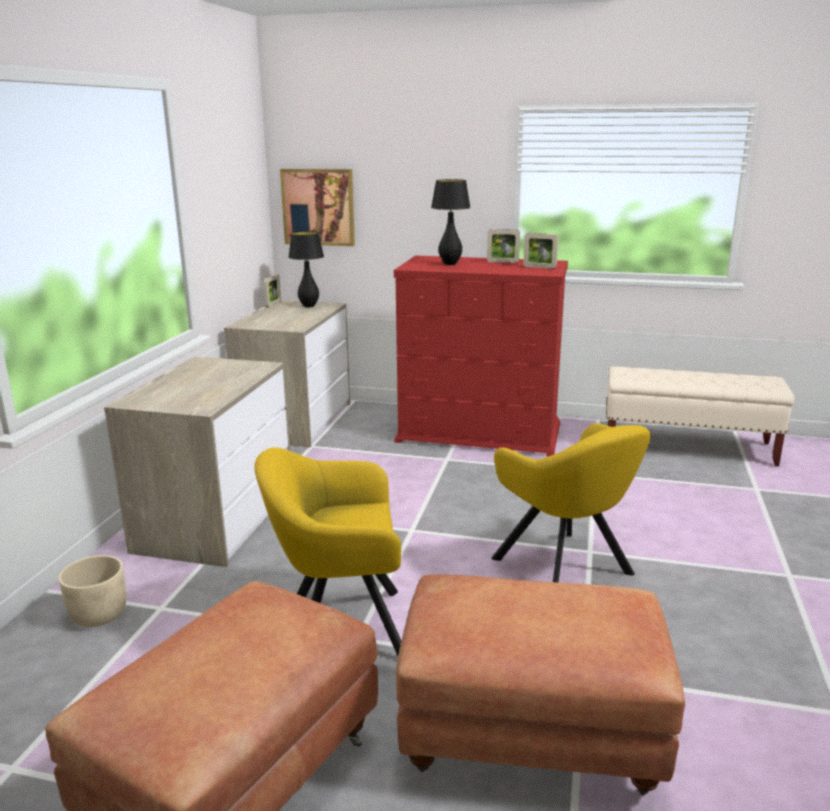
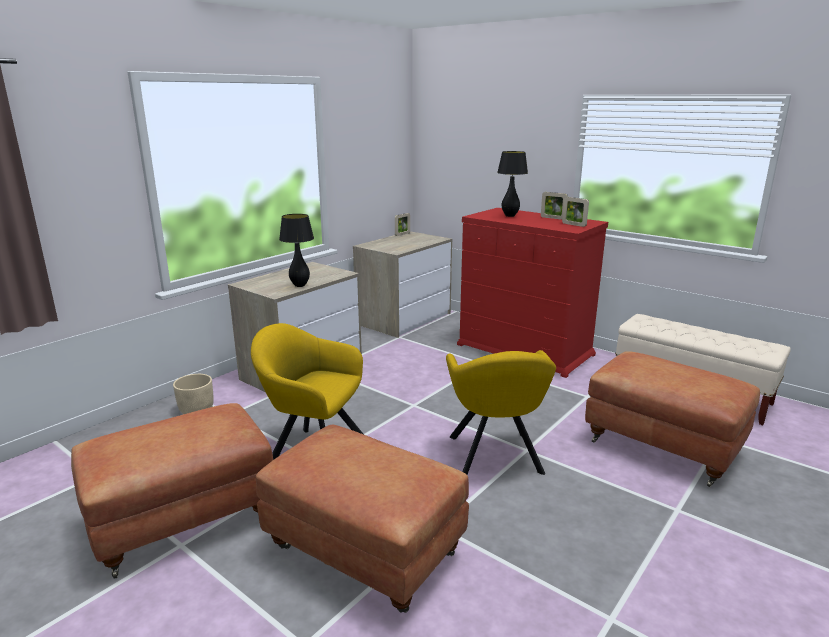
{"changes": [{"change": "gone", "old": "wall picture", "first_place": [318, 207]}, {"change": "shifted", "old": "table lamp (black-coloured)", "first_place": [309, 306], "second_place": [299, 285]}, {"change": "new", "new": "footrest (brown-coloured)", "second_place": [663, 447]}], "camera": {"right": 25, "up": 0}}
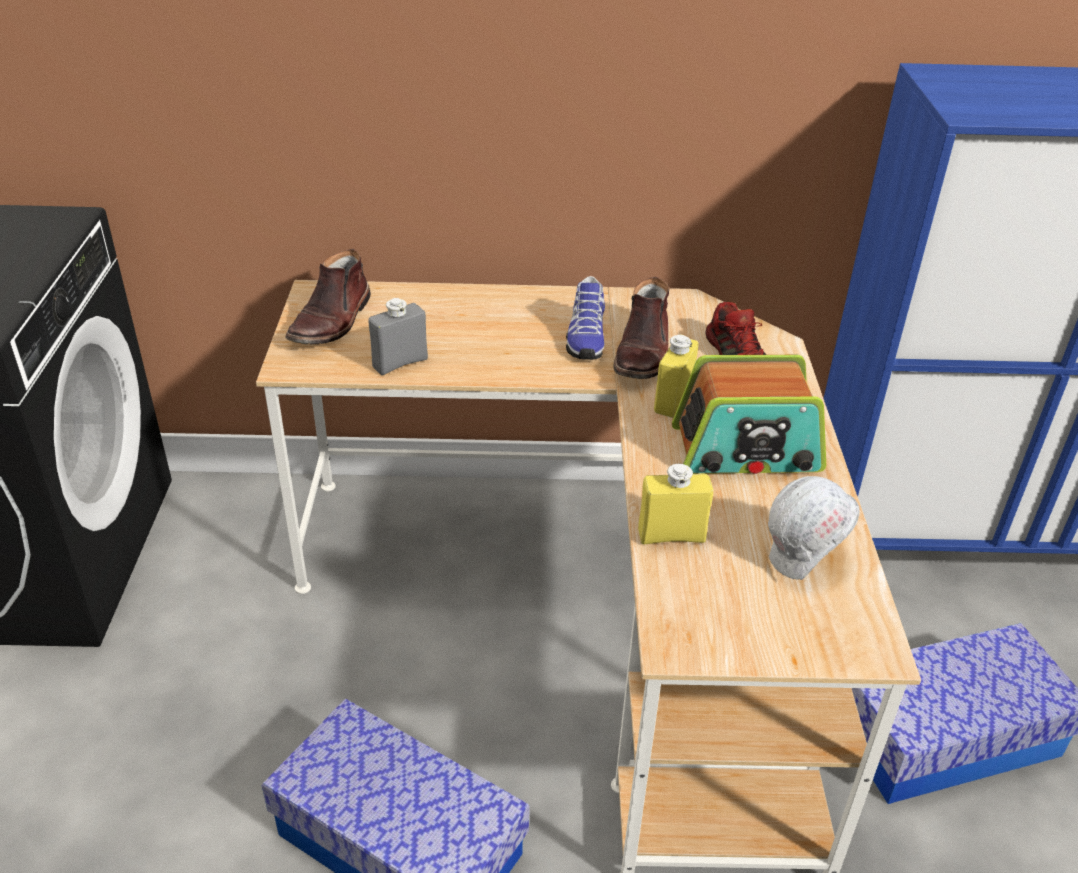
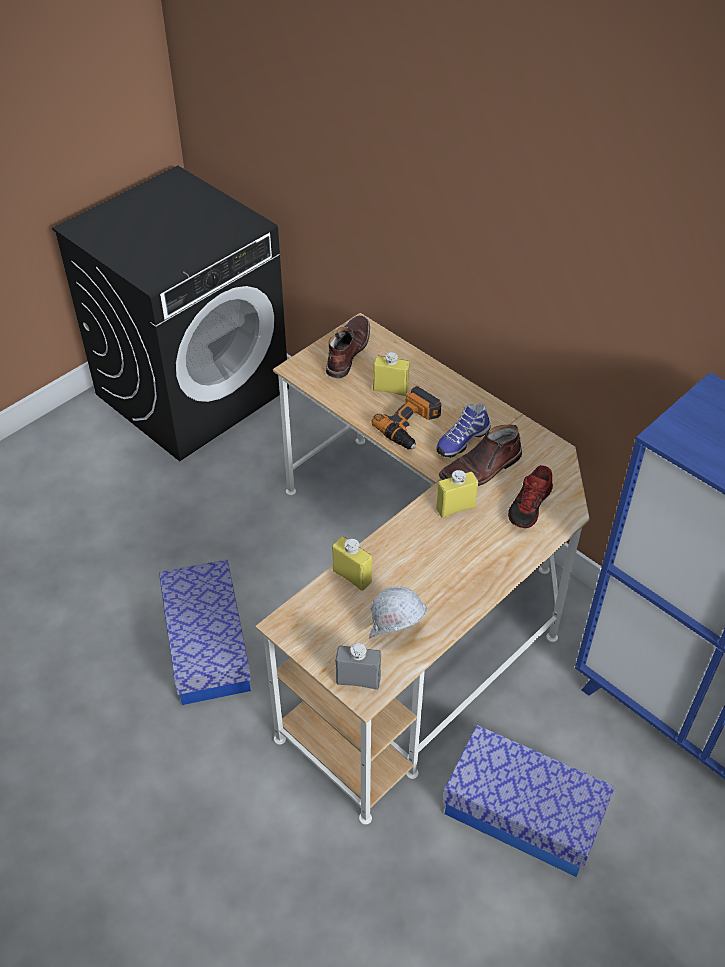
{"changes": [{"change": "rotated", "old": "high-top boot (brown-coloured)", "first_place": [332, 321], "second_place": [347, 352], "degrees": 135}, {"change": "shifted", "old": "bottle (greyish)", "first_place": [400, 363], "second_place": [358, 680]}, {"change": "gone", "old": "radio set", "first_place": [746, 450]}, {"change": "new", "new": "bottle (yellow)", "second_place": [390, 389]}, {"change": "new", "new": "power drill", "second_place": [411, 426]}], "camera": {"right": 45, "up": 10}}
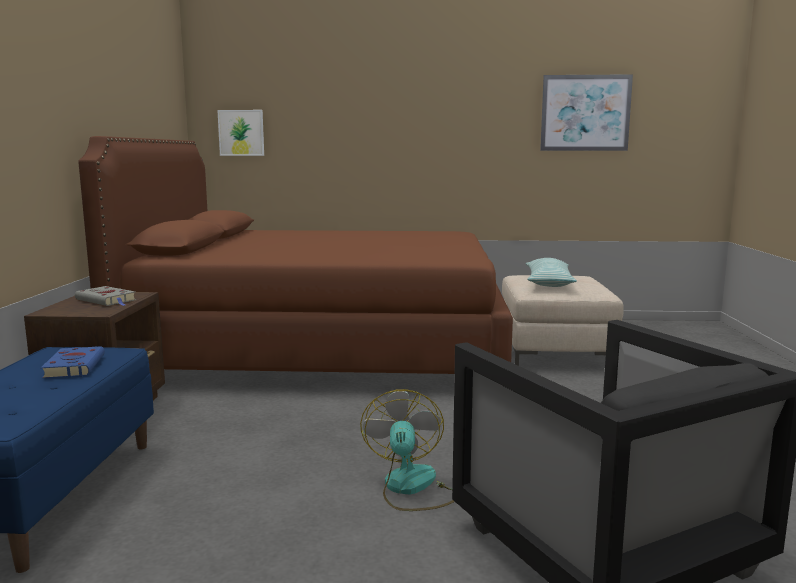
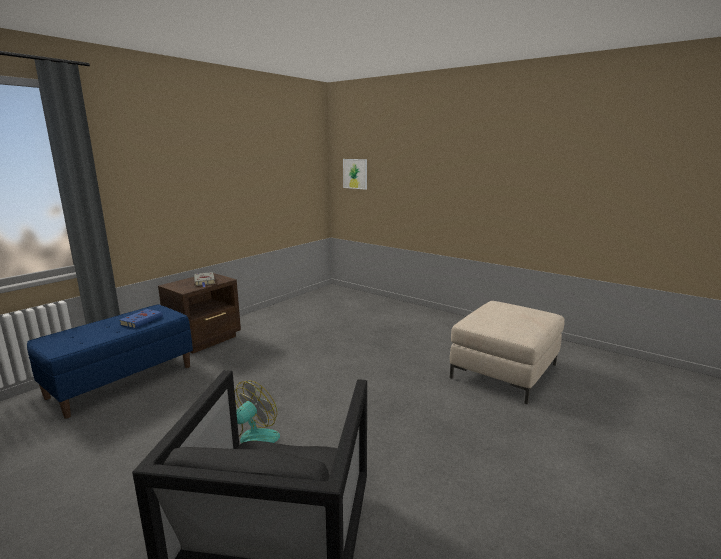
{"changes": [{"change": "gone", "old": "wall picture", "first_place": [585, 113]}, {"change": "gone", "old": "bed (brown-coloured)", "first_place": [324, 350]}, {"change": "gone", "old": "cushion", "first_place": [548, 282]}], "camera": {"right": 35, "up": 5}}
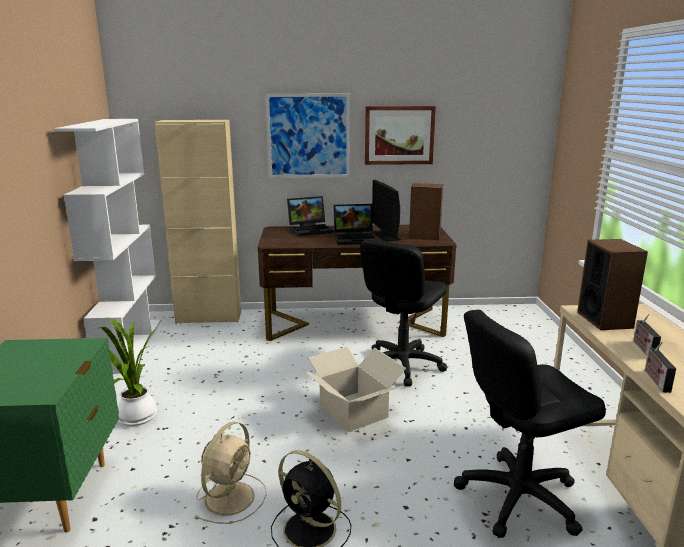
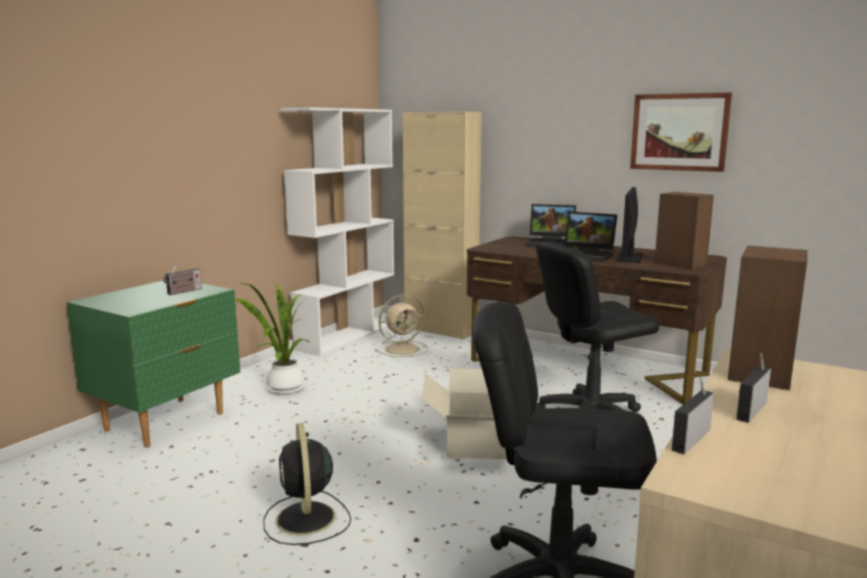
{"changes": [{"change": "gone", "old": "wall picture", "first_place": [308, 136]}, {"change": "shifted", "old": "electric fan (beige-coloured)", "first_place": [231, 496], "second_place": [403, 349]}, {"change": "new", "new": "radio set", "second_place": [183, 292]}], "camera": {"right": 35, "up": -5}}
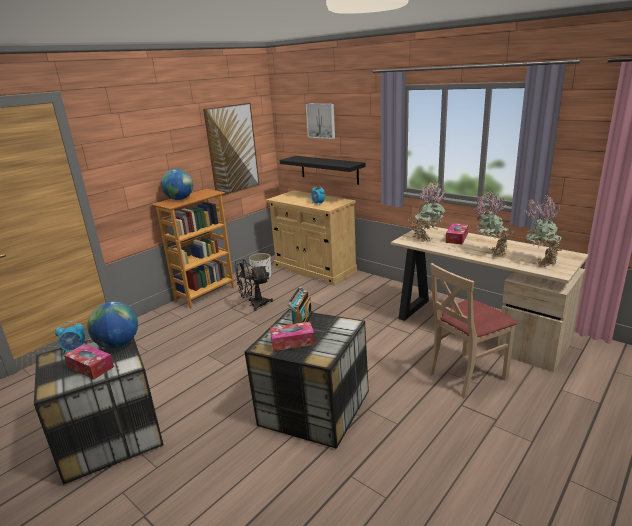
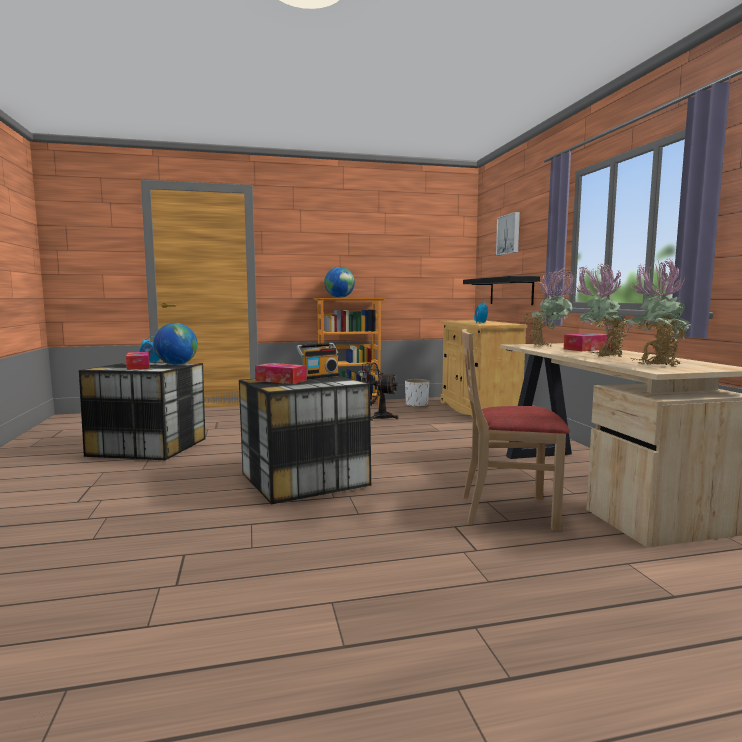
{"changes": [{"change": "gone", "old": "wall picture", "first_place": [232, 149]}], "camera": {"right": 35, "up": -15}}
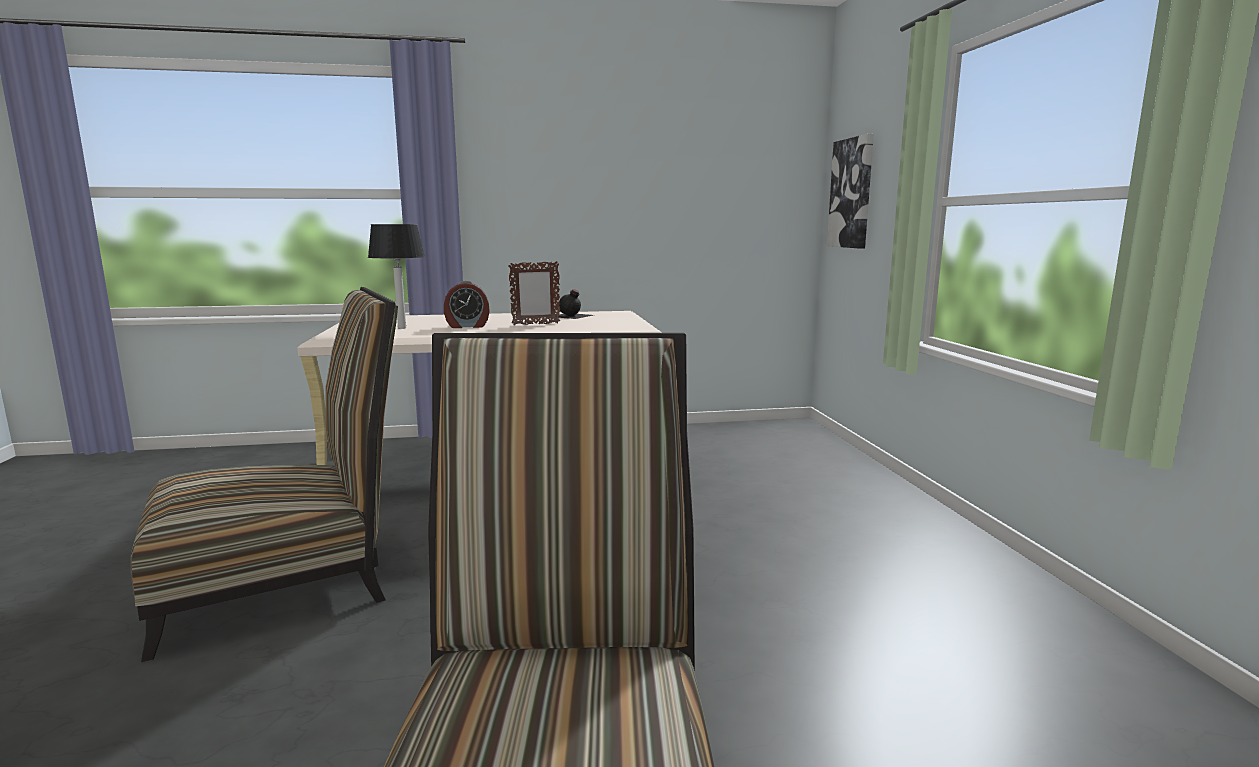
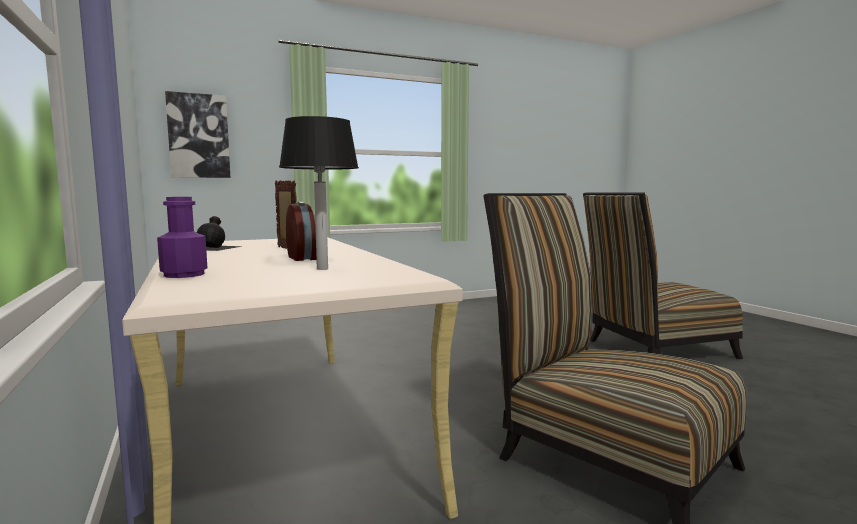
{"changes": [{"change": "new", "new": "bottle (purple-coloured)", "second_place": [184, 275]}], "camera": {"right": -105, "up": -5}}
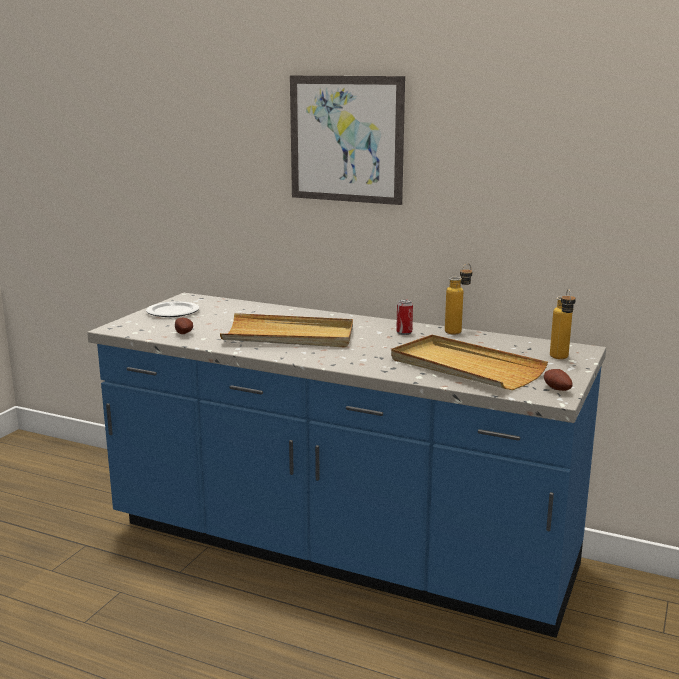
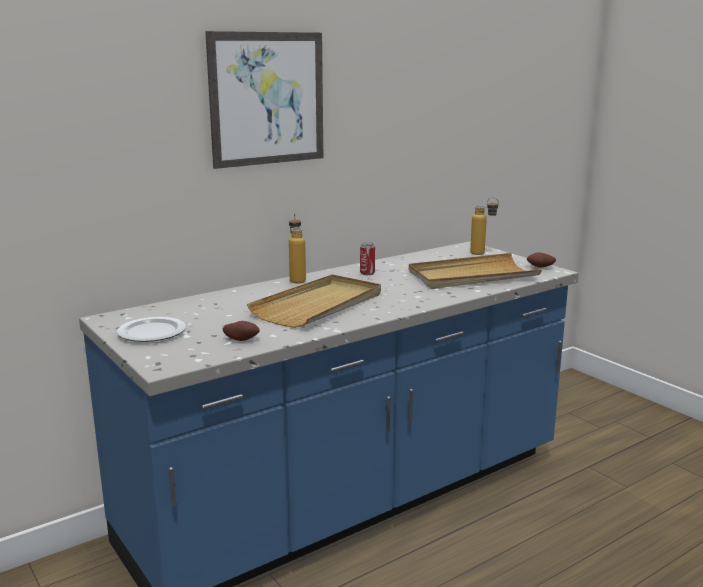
{"changes": [{"change": "shifted", "old": "bottle", "first_place": [457, 331], "second_place": [297, 279]}], "camera": {"right": -60, "up": 0}}
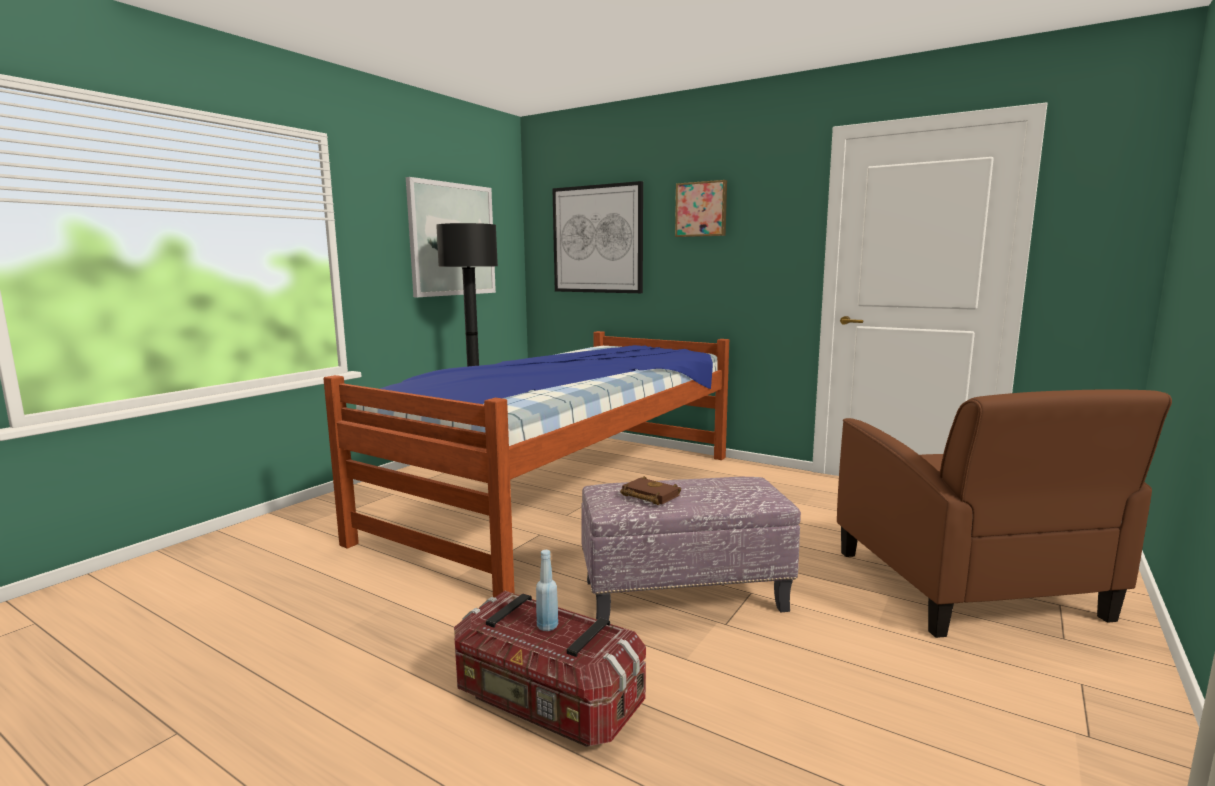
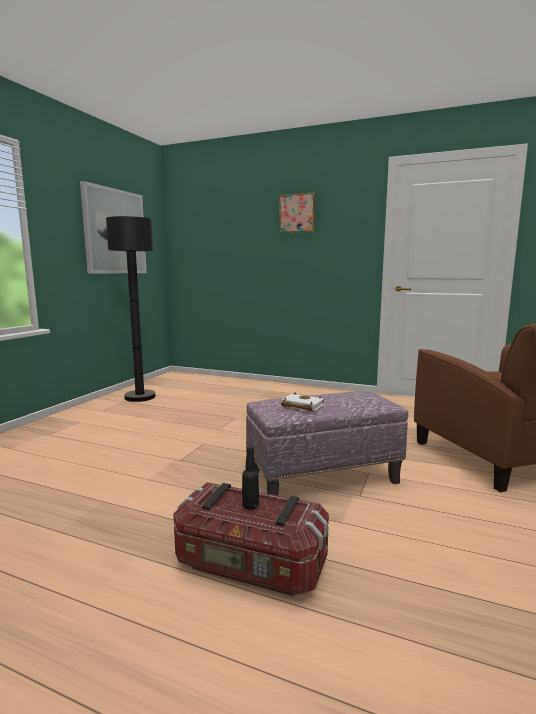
{"changes": [{"change": "gone", "old": "wall picture", "first_place": [597, 239]}, {"change": "gone", "old": "bed", "first_place": [564, 493]}, {"change": "repainted", "old": "bound book (brown-coloured)", "new": "bound book (whitish)", "first_place": [648, 496], "second_place": [301, 406]}, {"change": "repainted", "old": "bottle (bluish)", "new": "bottle (black-coloured)", "first_place": [547, 626], "second_place": [250, 506]}], "camera": {"right": -10, "up": 0}}
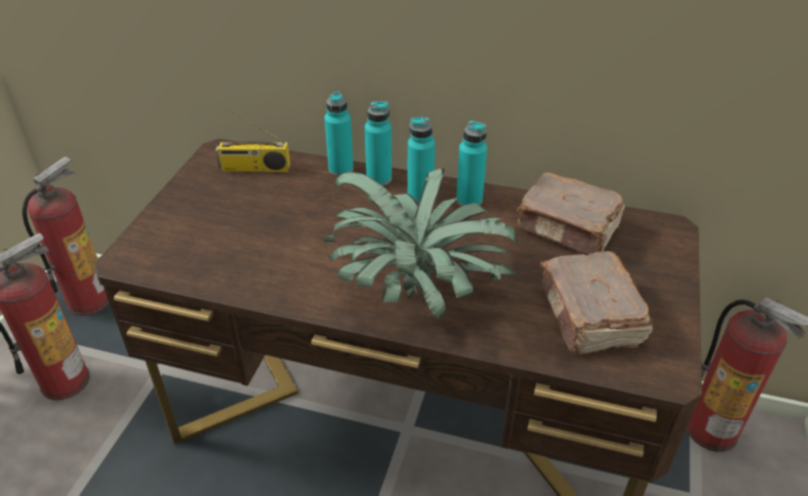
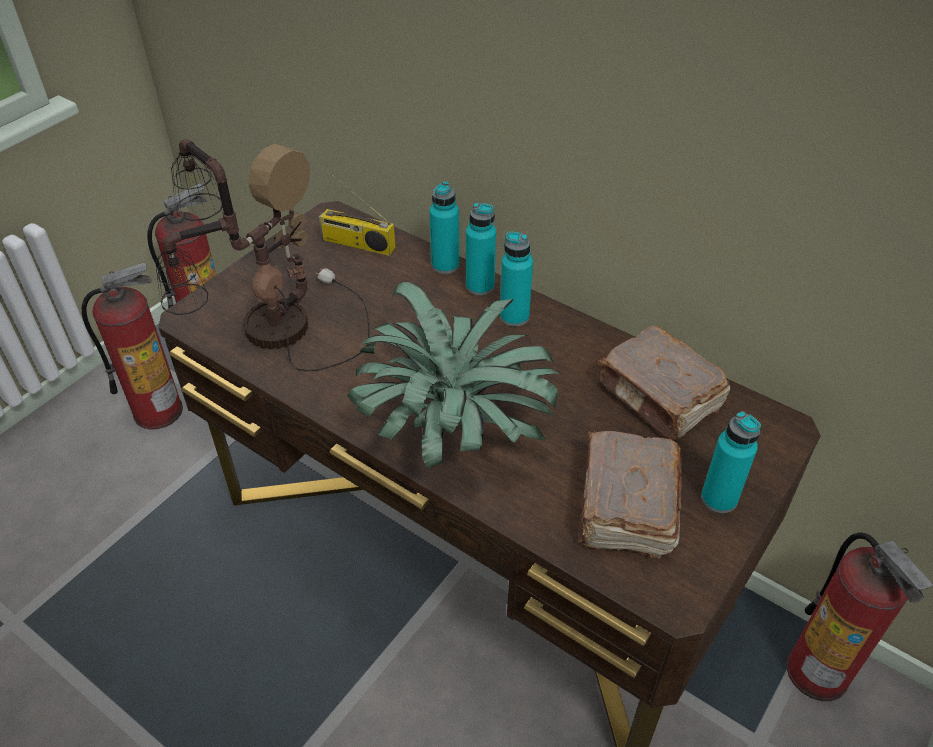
{"changes": [{"change": "shifted", "old": "bottle (turquoise-coloured)", "first_place": [469, 200], "second_place": [719, 498]}, {"change": "new", "new": "table lamp", "second_place": [272, 328]}], "camera": {"right": 20, "up": 5}}
